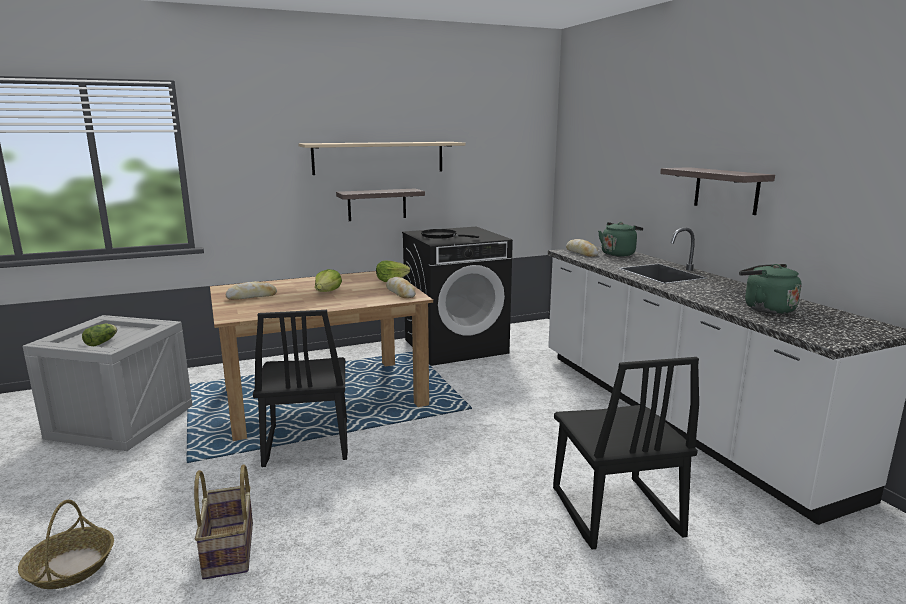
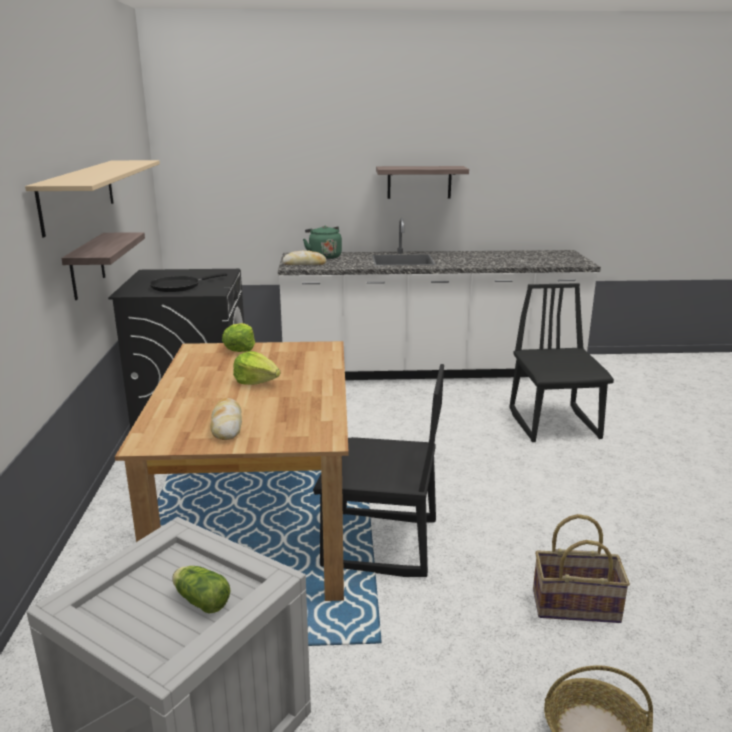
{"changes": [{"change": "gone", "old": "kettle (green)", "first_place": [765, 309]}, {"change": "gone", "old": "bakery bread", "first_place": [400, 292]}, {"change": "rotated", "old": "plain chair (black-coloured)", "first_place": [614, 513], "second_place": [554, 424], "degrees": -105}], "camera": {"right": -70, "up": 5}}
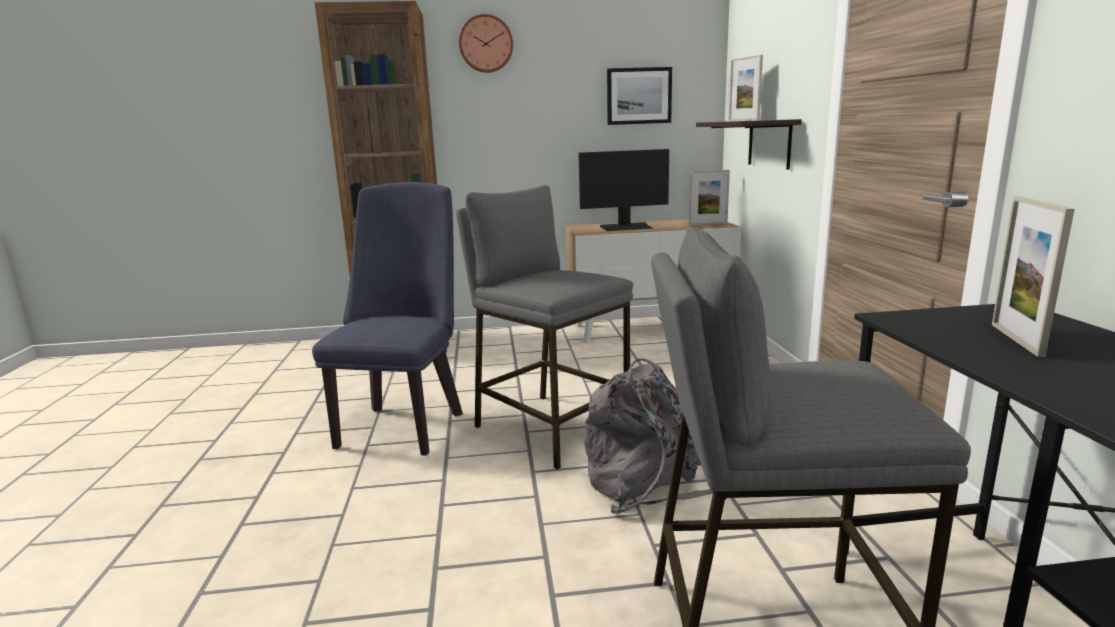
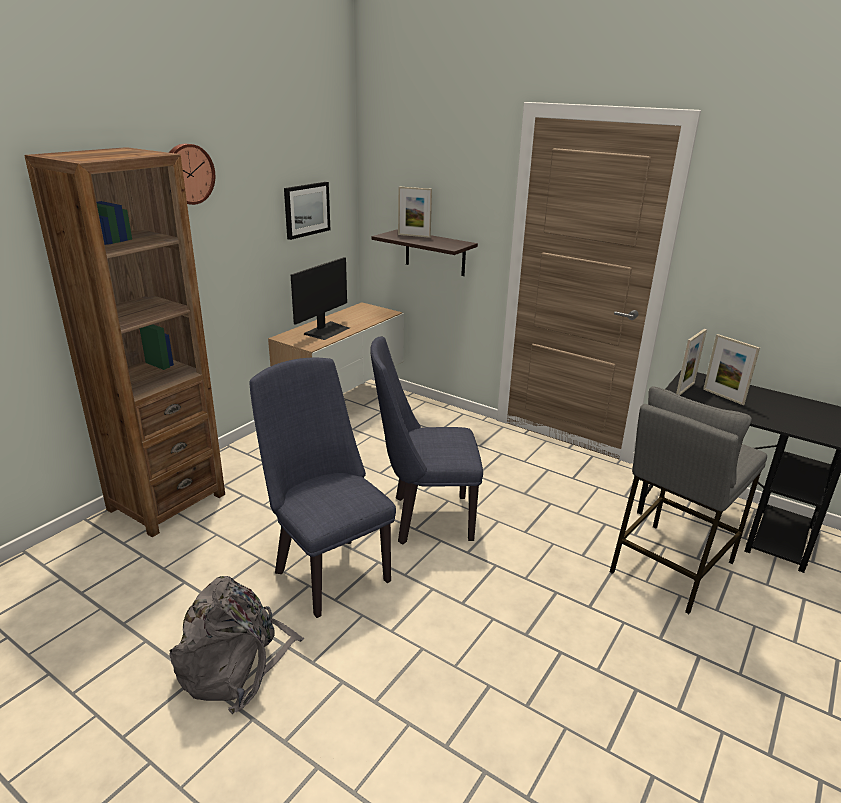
{"changes": [{"change": "shifted", "old": "picture frame", "first_place": [708, 224], "second_place": [685, 389]}, {"change": "swapped", "old": "sitting stool (greyish)", "new": "plain chair (bluish)", "first_place": [550, 428], "second_place": [424, 518]}, {"change": "shifted", "old": "backpack (greyish)", "first_place": [650, 482], "second_place": [236, 664]}], "camera": {"right": -50, "up": 10}}
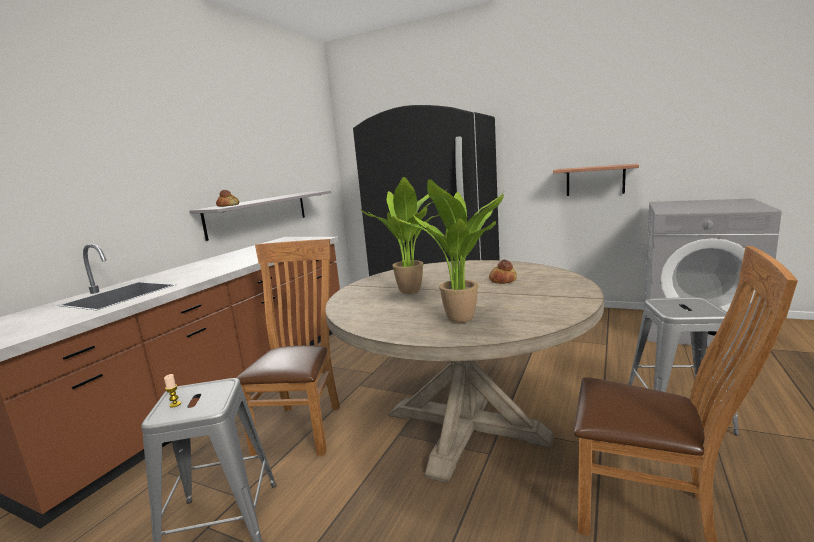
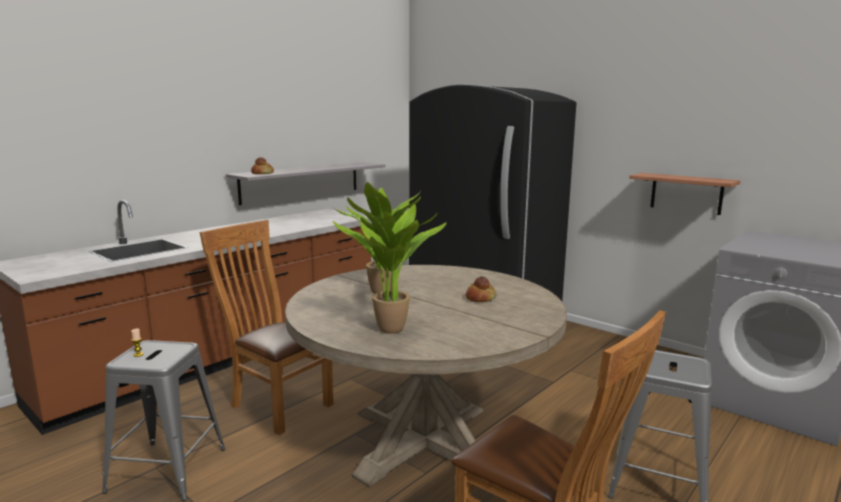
{"changes": [{"change": "rotated", "old": "plain chair (brown-coloured)", "first_place": [303, 425], "second_place": [276, 404], "degrees": -75}], "camera": {"right": 15, "up": 0}}
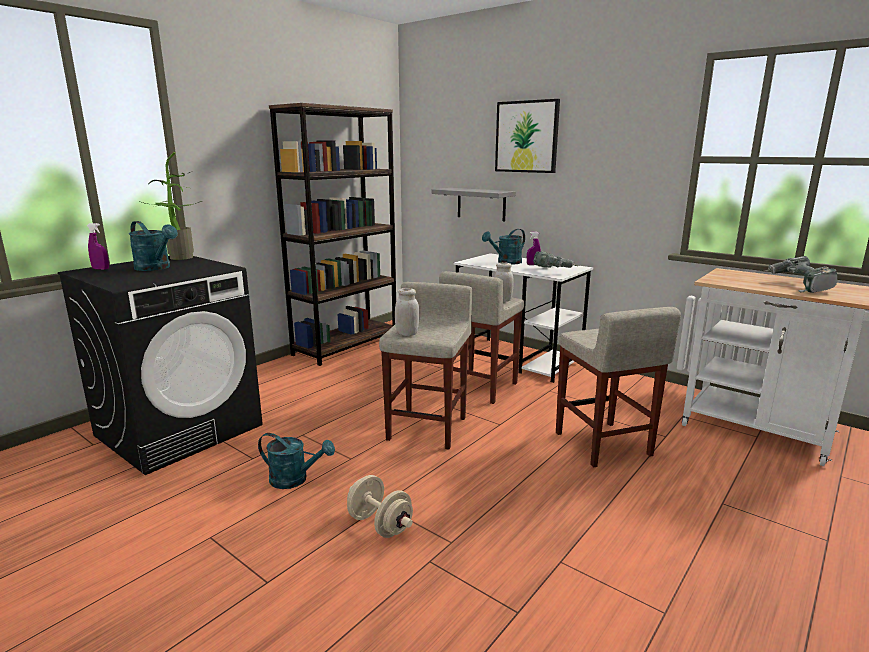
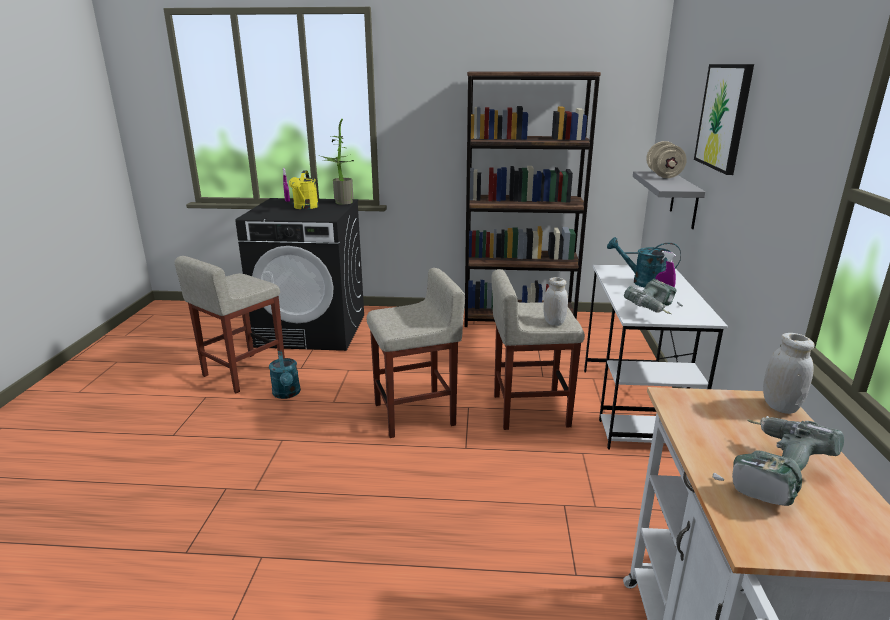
{"changes": [{"change": "repainted", "old": "sprinkling can (turquoise-coloured)", "new": "sprinkling can (yellow)", "first_place": [156, 268], "second_place": [305, 207]}, {"change": "shifted", "old": "preserve jar (whitish)", "first_place": [407, 334], "second_place": [780, 406]}, {"change": "shifted", "old": "sitting stool (beige-coloured)", "first_place": [603, 444], "second_place": [243, 373]}, {"change": "shifted", "old": "dumbbell (beige-coloured)", "first_place": [380, 524], "second_place": [663, 175]}], "camera": {"right": 55, "up": 5}}
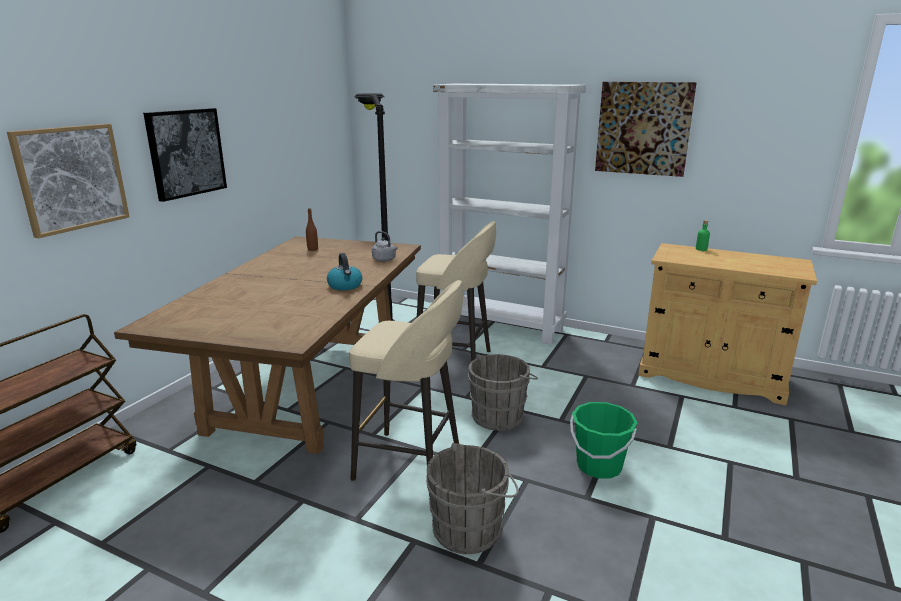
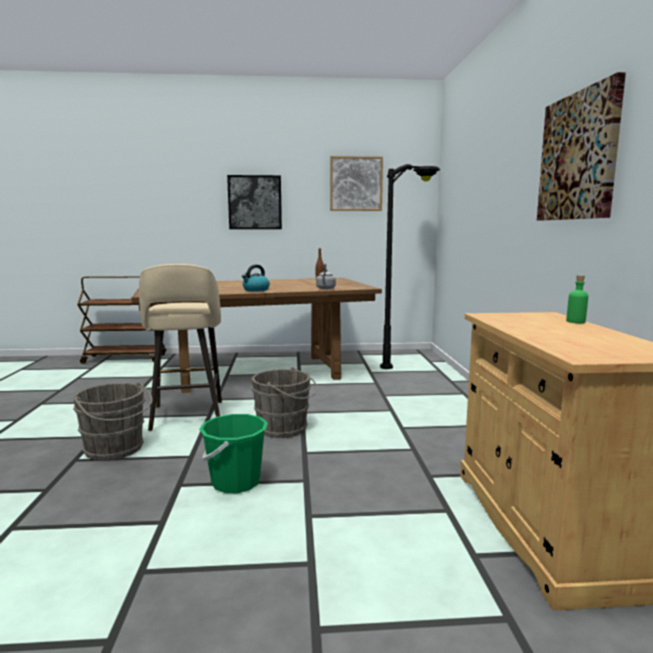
{"changes": [{"change": "gone", "old": "bookshelf (whitish)", "first_place": [502, 326]}, {"change": "shifted", "old": "wall picture", "first_place": [71, 178], "second_place": [356, 184]}, {"change": "gone", "old": "sitting stool (beige-coloured)", "first_place": [455, 360]}], "camera": {"right": 60, "up": -10}}
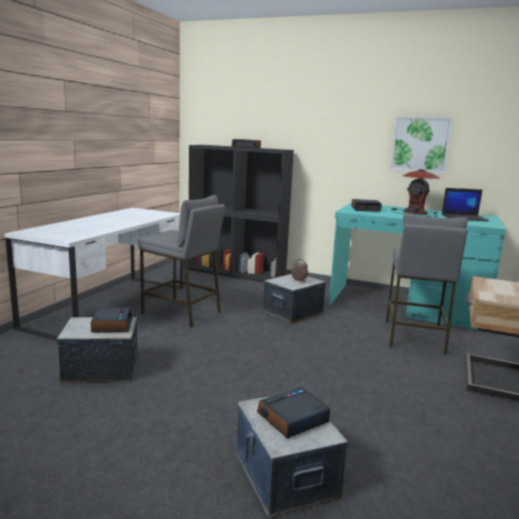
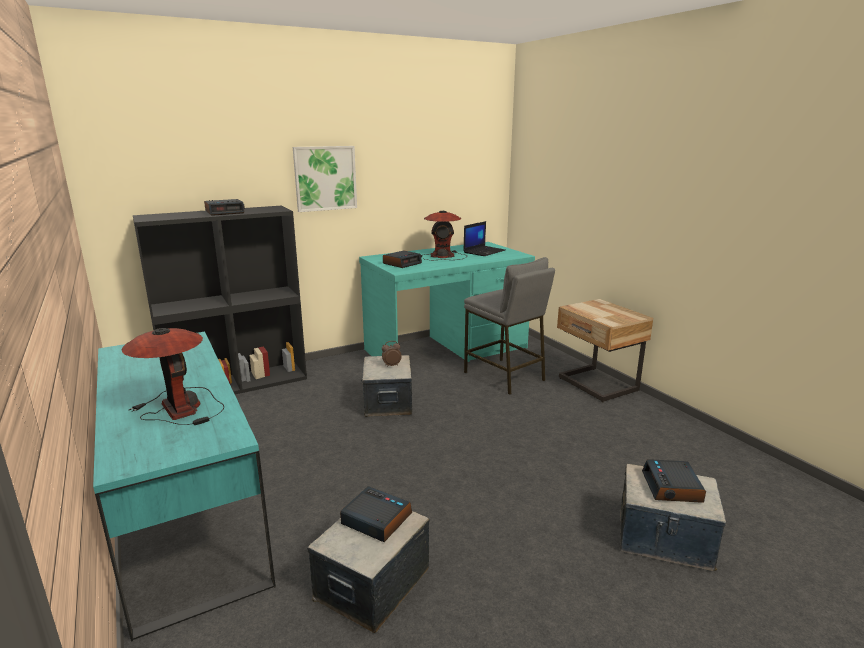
{"changes": [{"change": "shifted", "old": "wall picture", "first_place": [420, 144], "second_place": [325, 178]}, {"change": "gone", "old": "sitting stool (greyish)", "first_place": [182, 313]}, {"change": "repainted", "old": "desk (whitish)", "new": "desk (turquoise-coloured)", "first_place": [110, 306], "second_place": [187, 512]}, {"change": "new", "new": "table lamp", "second_place": [179, 407]}], "camera": {"right": -50, "up": 5}}
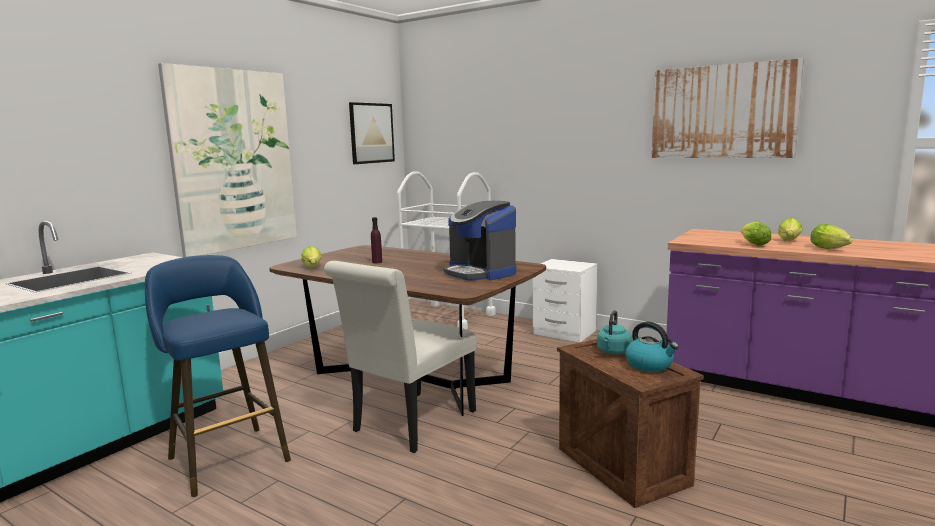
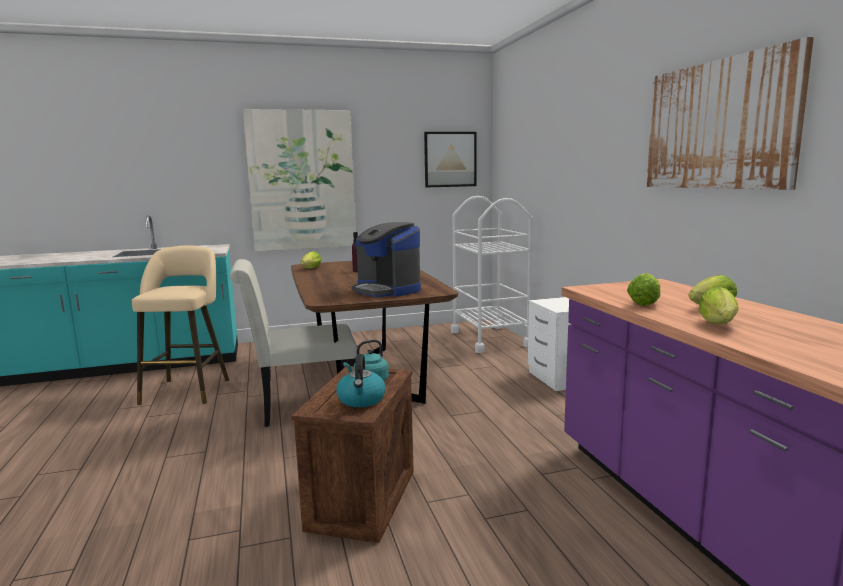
{"changes": [{"change": "rotated", "old": "coffee machine", "first_place": [480, 272], "second_place": [387, 290], "degrees": -45}, {"change": "repainted", "old": "sitting stool (bluish)", "new": "sitting stool (beige-coloured)", "first_place": [226, 457], "second_place": [188, 390]}], "camera": {"right": 40, "up": 0}}
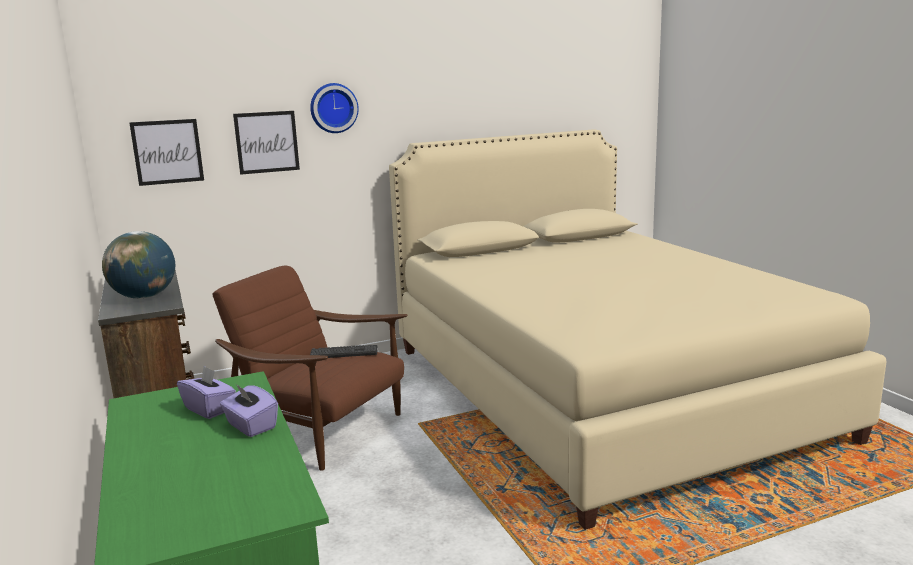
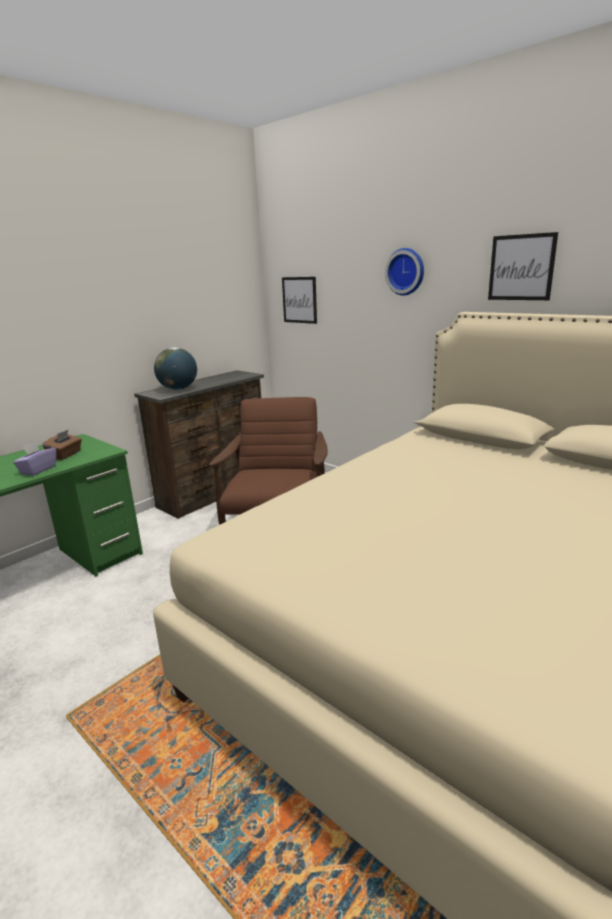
{"changes": [{"change": "shifted", "old": "wall picture", "first_place": [267, 142], "second_place": [521, 267]}, {"change": "gone", "old": "keyboard", "first_place": [344, 353]}, {"change": "repainted", "old": "box of tissues (purple-coloured)", "new": "box of tissues (brown-coloured)", "first_place": [209, 409], "second_place": [65, 455]}], "camera": {"right": 65, "up": 5}}
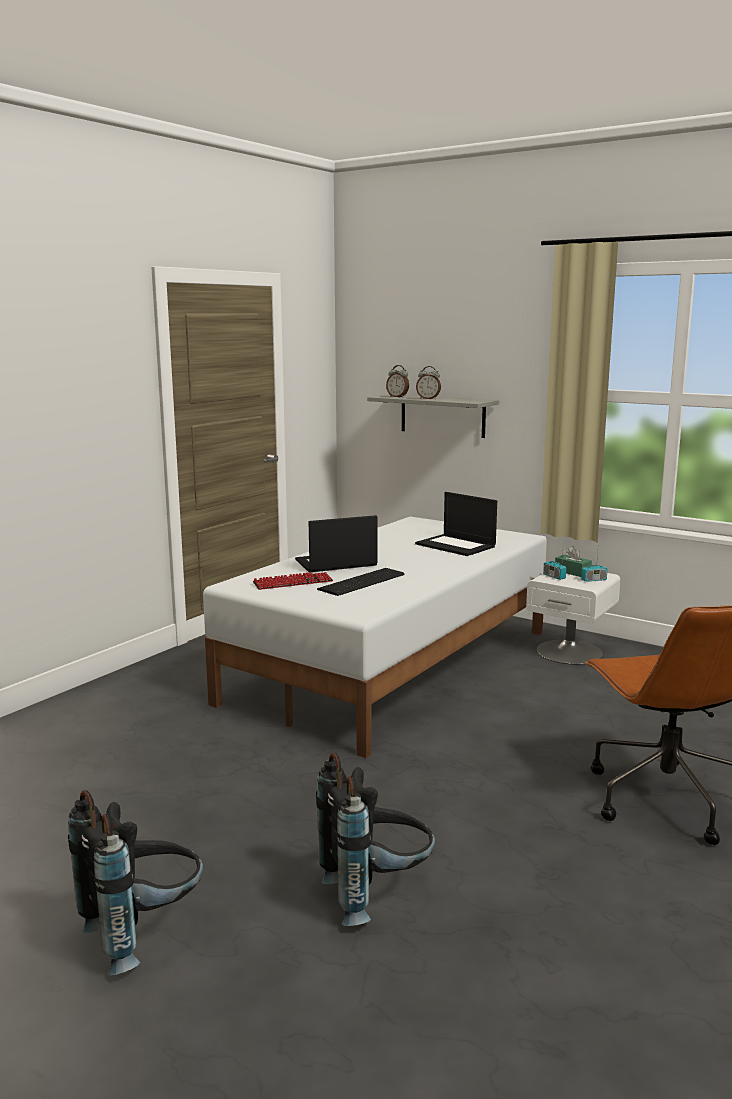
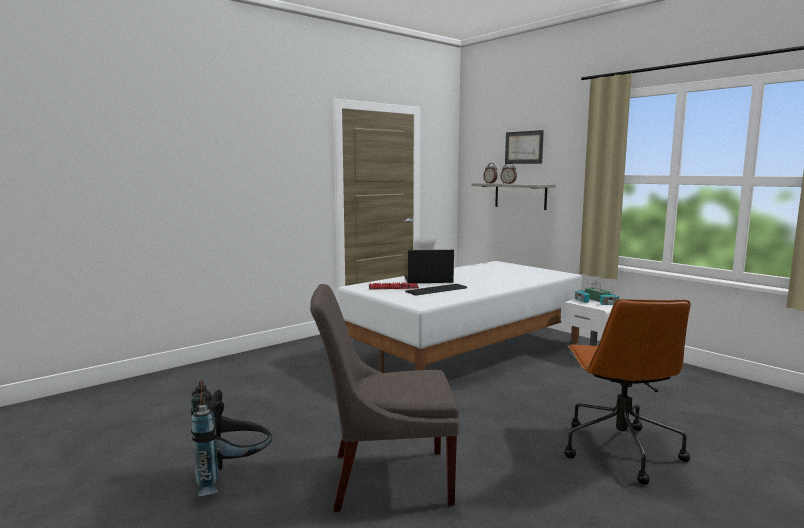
{"changes": [{"change": "gone", "old": "laptop", "first_place": [456, 545]}, {"change": "swapped", "old": "backpack (black-coloured)", "new": "plain chair (greyish)", "first_place": [376, 893], "second_place": [384, 478]}, {"change": "new", "new": "wall picture", "second_place": [524, 147]}], "camera": {"right": 15, "up": -5}}
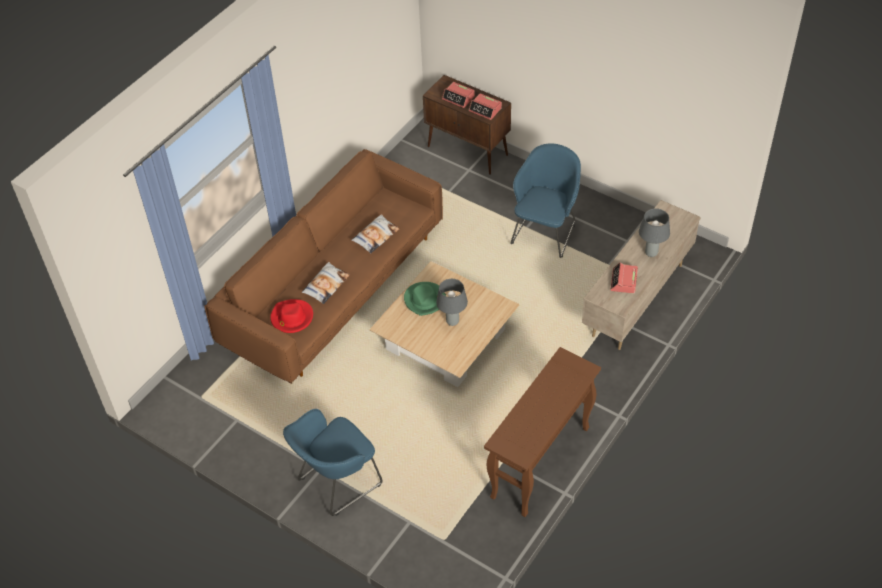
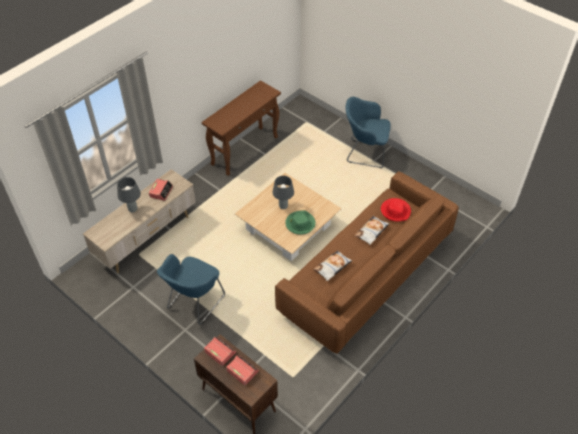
{"changes": [{"change": "rotated", "old": "lounge chair (bluish)", "first_place": [336, 483], "second_place": [364, 153], "degrees": -135}], "camera": {"right": -175, "up": 0}}
